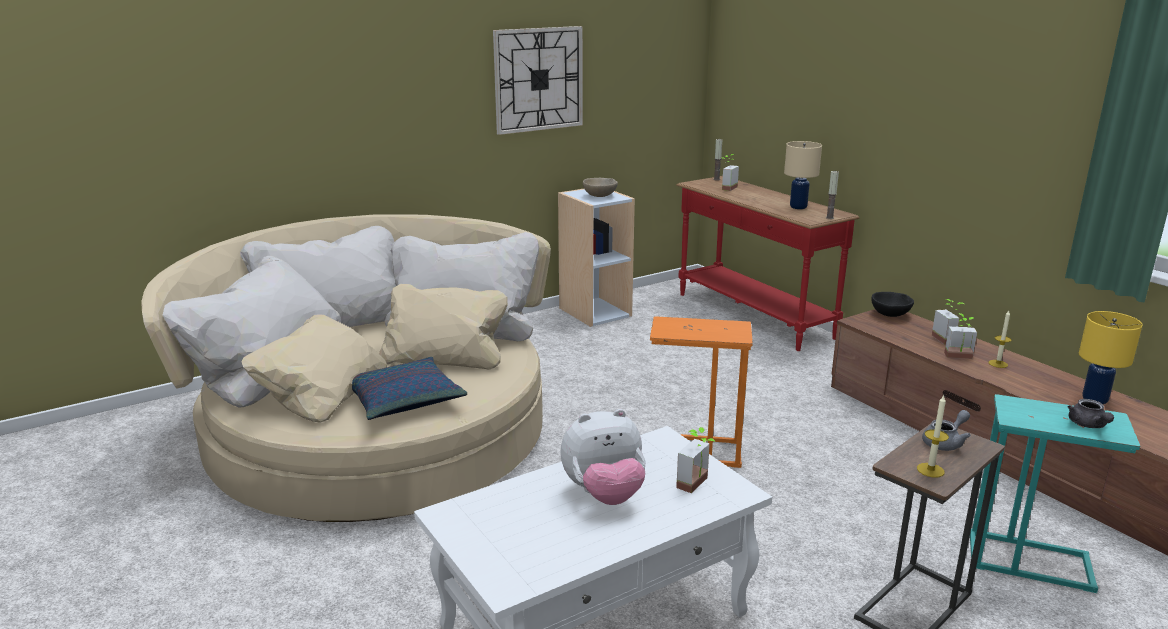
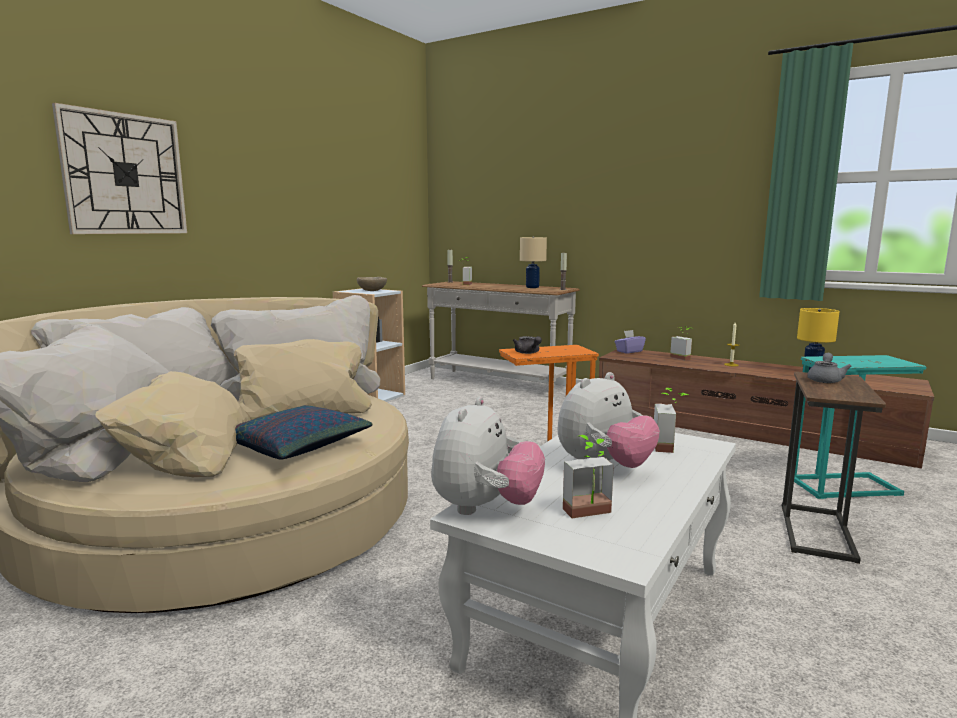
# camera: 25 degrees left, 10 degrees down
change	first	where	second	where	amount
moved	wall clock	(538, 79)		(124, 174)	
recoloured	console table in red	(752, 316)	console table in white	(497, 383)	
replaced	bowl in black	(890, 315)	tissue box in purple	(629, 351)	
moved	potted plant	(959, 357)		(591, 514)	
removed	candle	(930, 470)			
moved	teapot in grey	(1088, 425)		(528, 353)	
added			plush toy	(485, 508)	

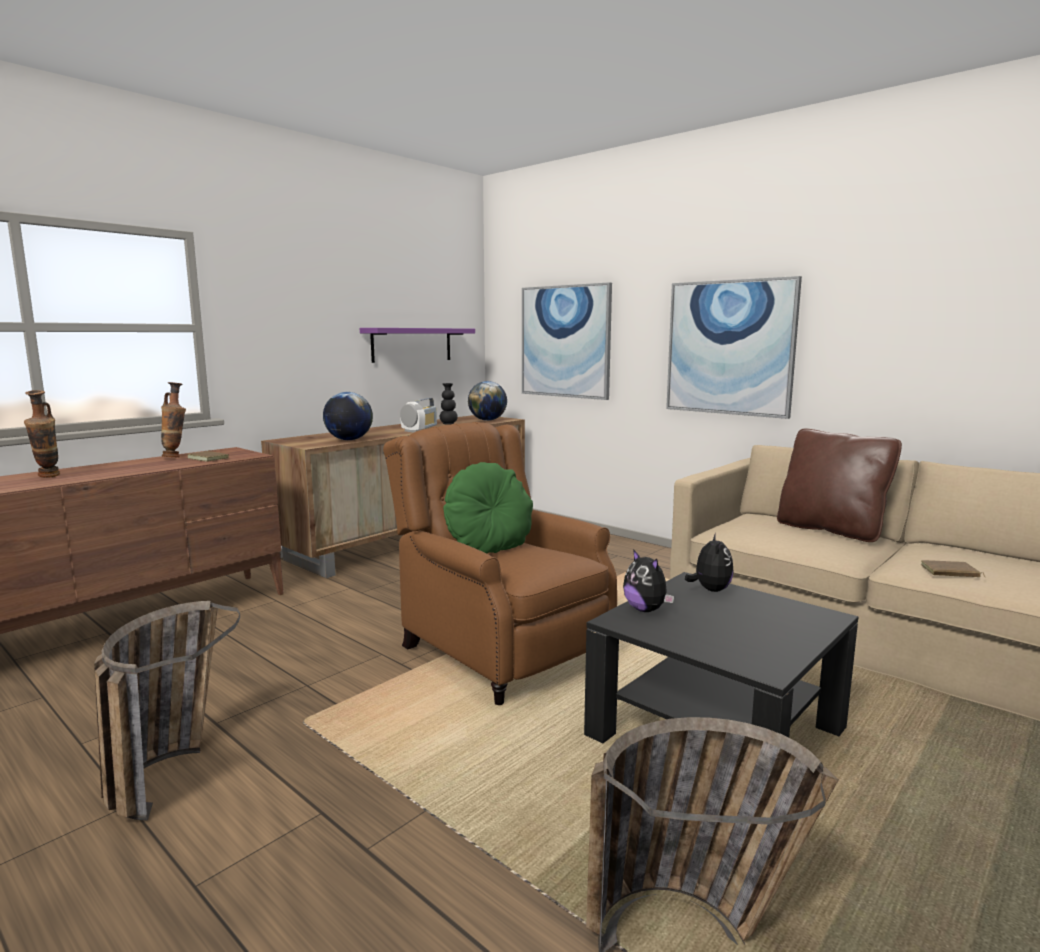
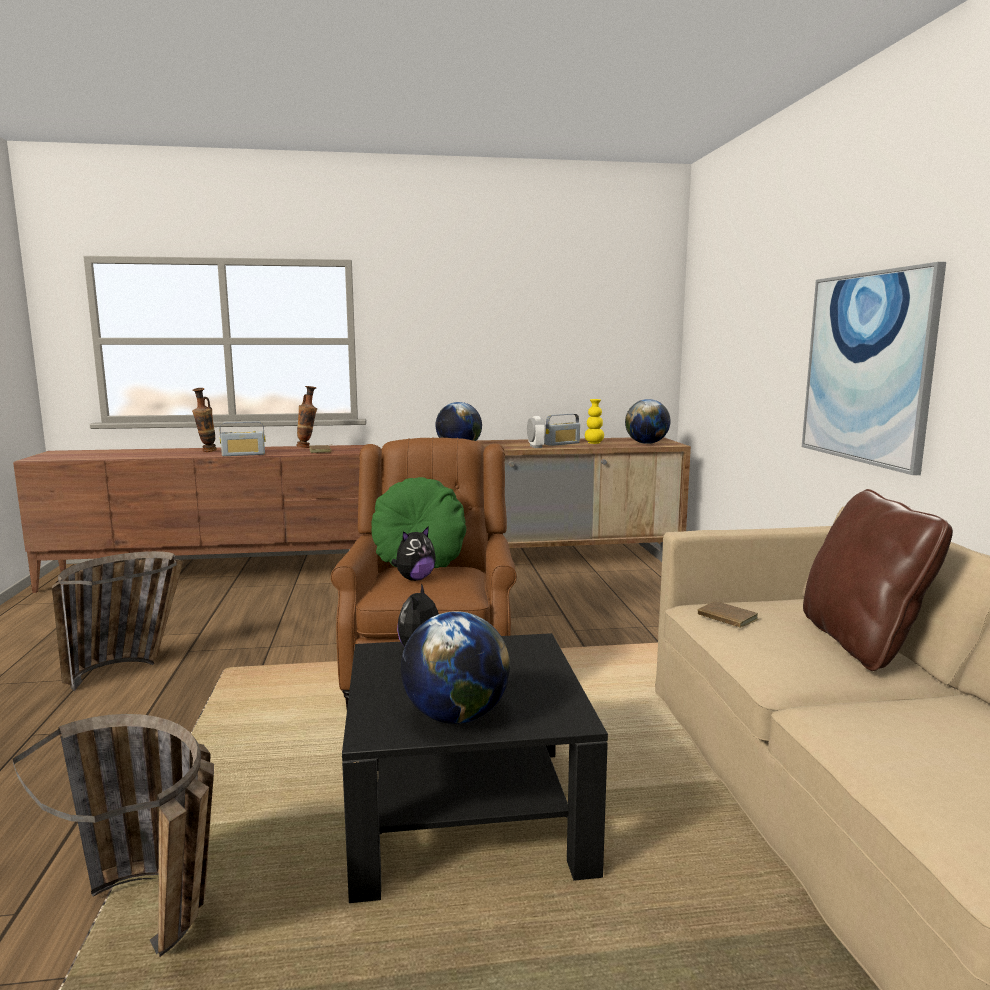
# camera: 40 degrees right, 0 degrees up
change	first	where	second	where	amount
removed	picture	(565, 341)			
removed	shelf in purple	(412, 344)			
recoloured	vase in black	(448, 424)	vase in yellow	(594, 443)	
moved	plush toy	(710, 590)		(414, 579)	
moved	book in brown	(950, 572)		(726, 618)	
added			radio	(243, 454)	
added			globe	(455, 716)	

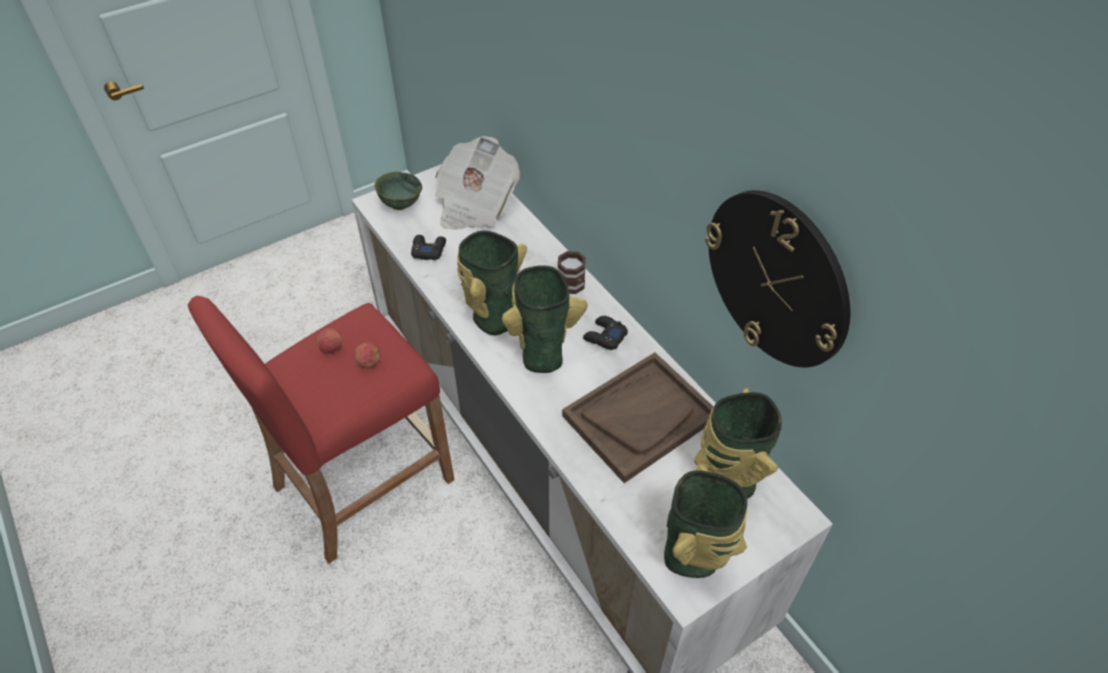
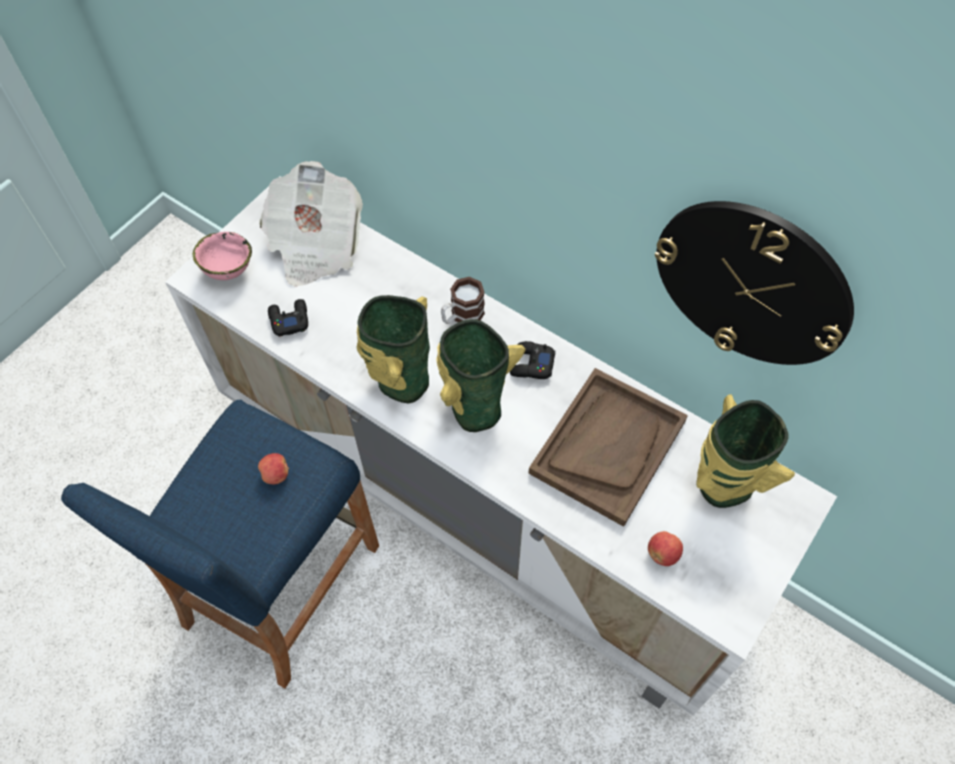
# camera: 20 degrees left, 10 degrees up
change	first	where	second	where	amount
recoloured	bowl in green	(400, 204)	bowl in pink	(227, 271)	
recoloured	stool in red	(363, 482)	stool in blue	(281, 584)	
moved	apple	(331, 348)		(662, 554)	
removed	vase	(695, 558)			

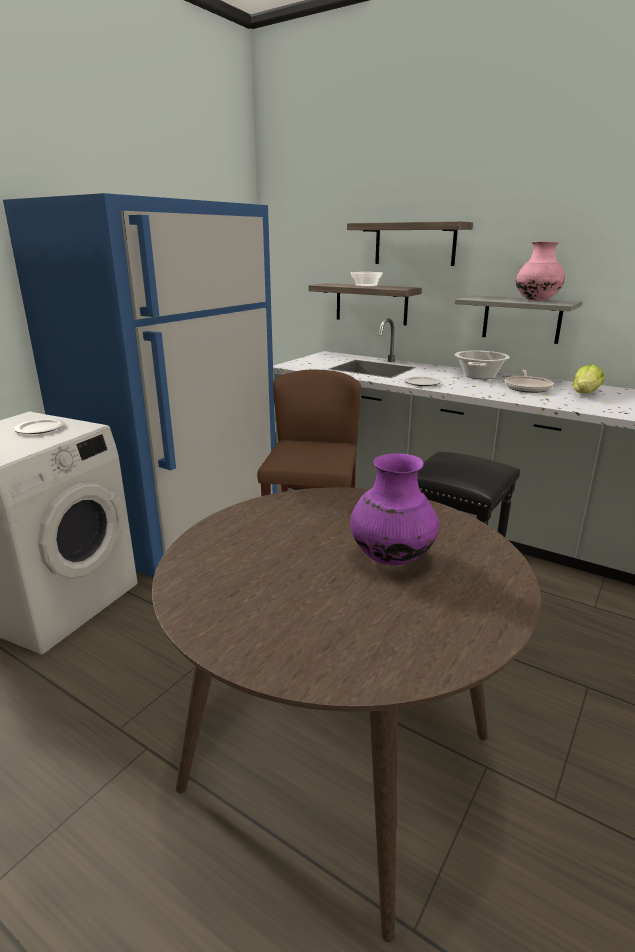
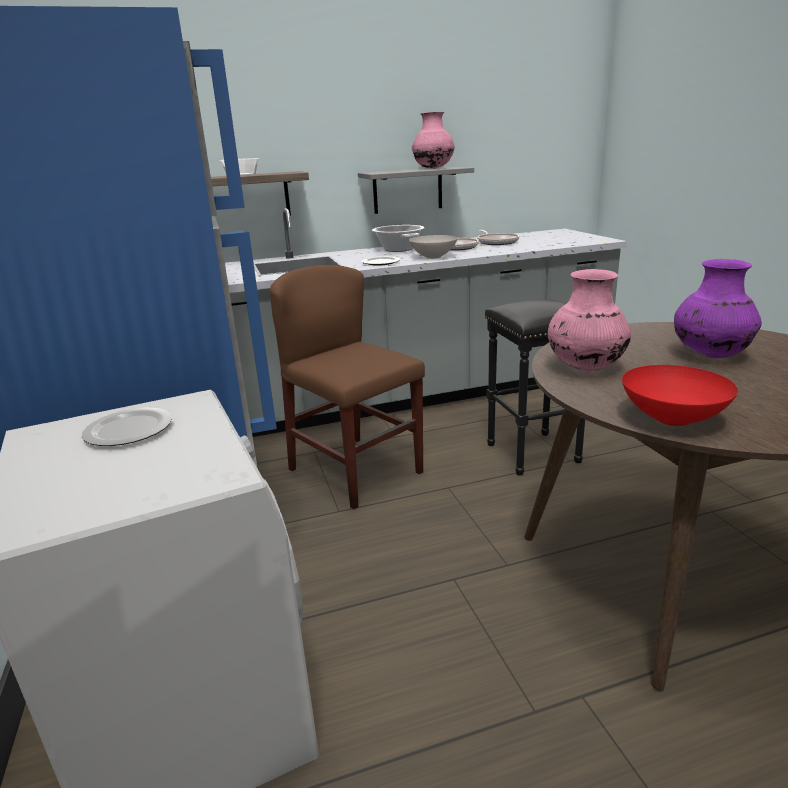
# camera: 50 degrees left, 0 degrees up
change	first	where	second	where	amount
removed	shelf	(414, 244)			
replaced	lettuce	(585, 394)	frying pan	(497, 242)	
added			bowl in white	(434, 257)	
added			vase in pink	(585, 367)	
added			bowl in red	(674, 419)	

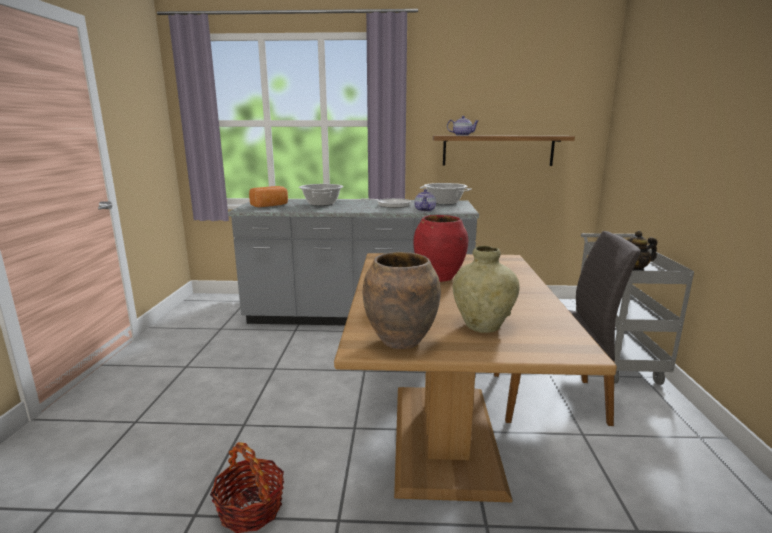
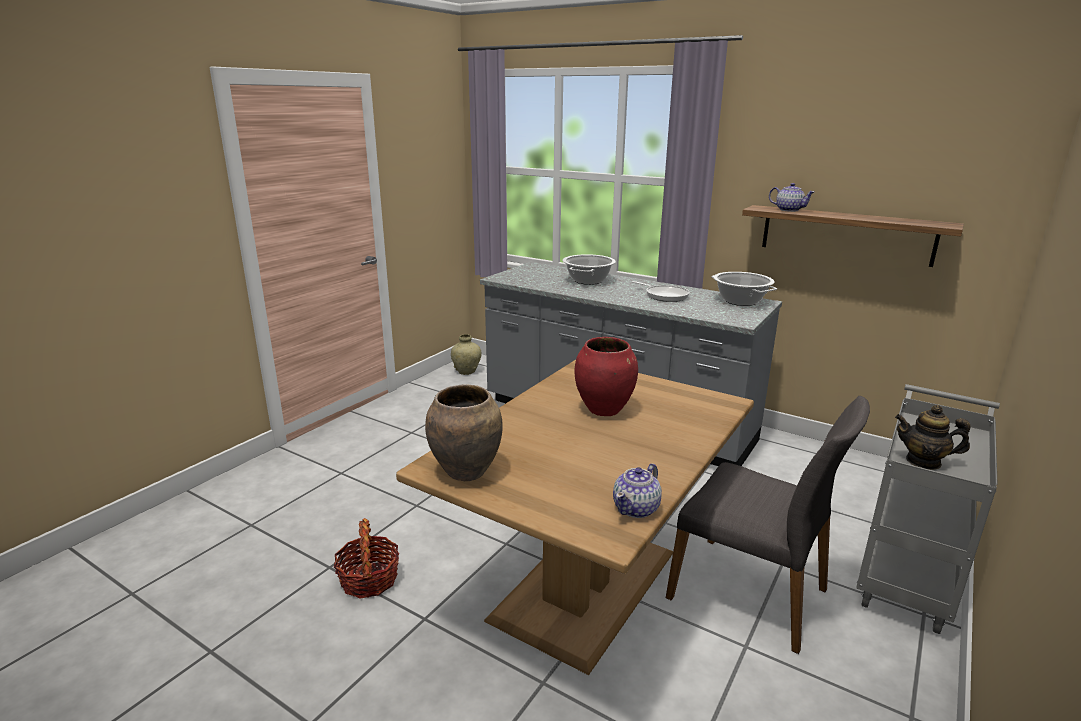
# camera: 30 degrees right, 5 degrees up
change	first	where	second	where	amount
removed	bread	(270, 205)			
moved	teapot	(425, 210)		(636, 508)	
moved	vase in beige	(482, 326)		(466, 372)	

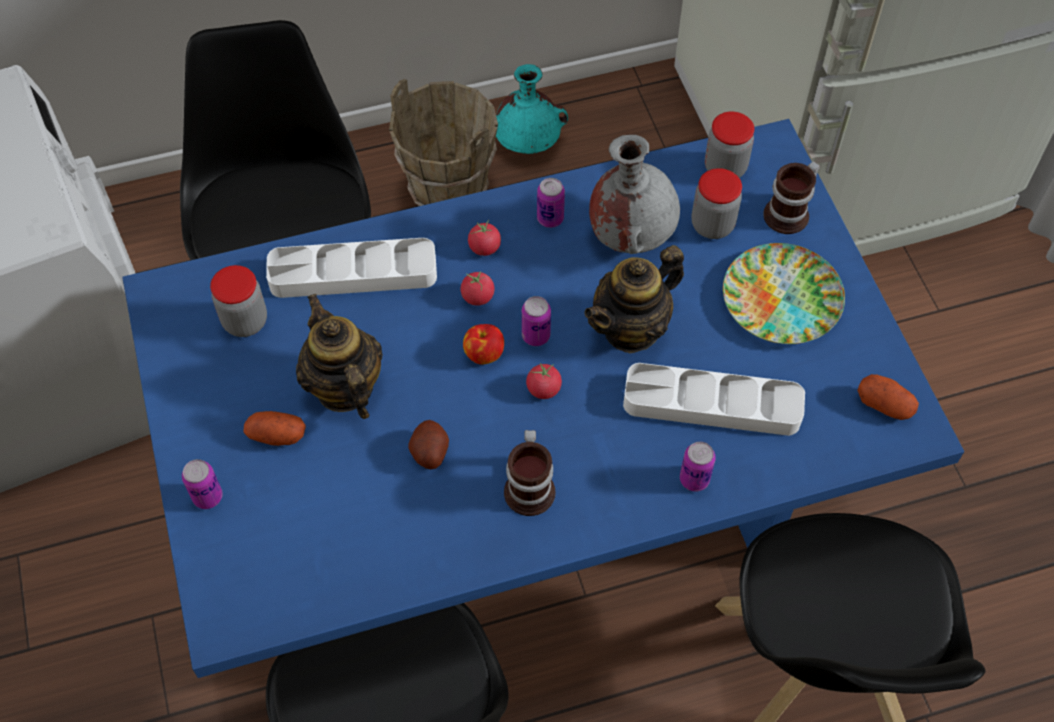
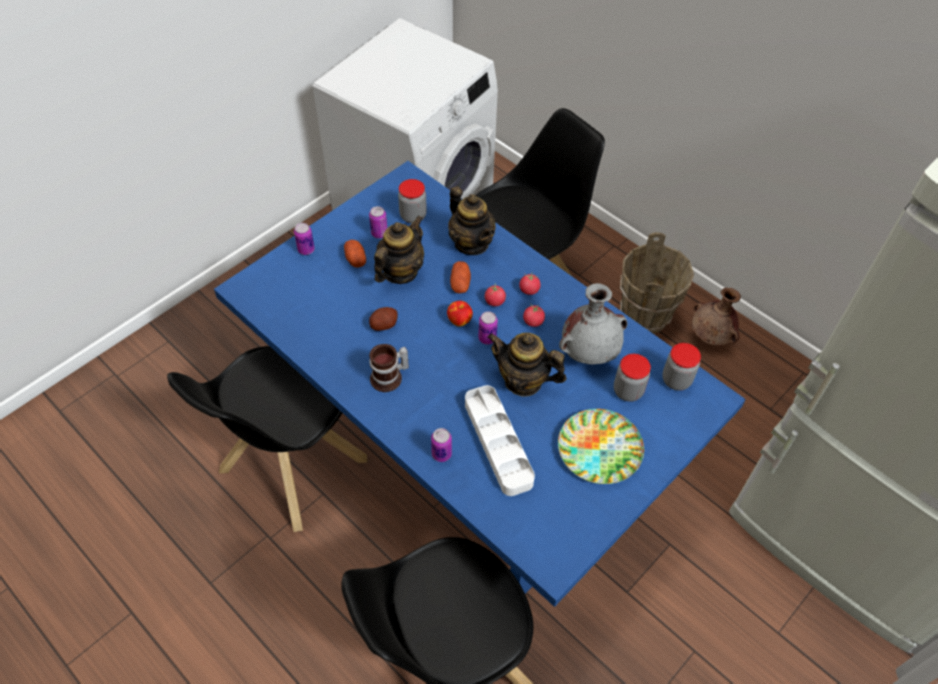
# camera: 60 degrees right, 5 degrees down
change	first	where	second	where	amount
recoloured	vase in turquoise	(528, 145)	vase in brown	(710, 337)	
removed	mug	(791, 214)			
moved	can	(550, 218)		(379, 233)	
replaced	tray in white	(353, 274)	teapot	(471, 243)	
moved	tomato	(543, 388)		(533, 321)	
moved	potato	(884, 404)		(460, 283)	

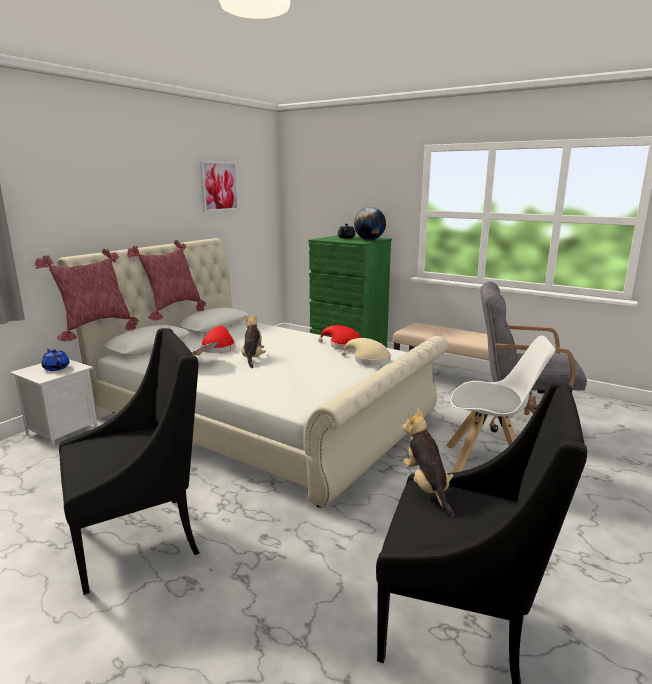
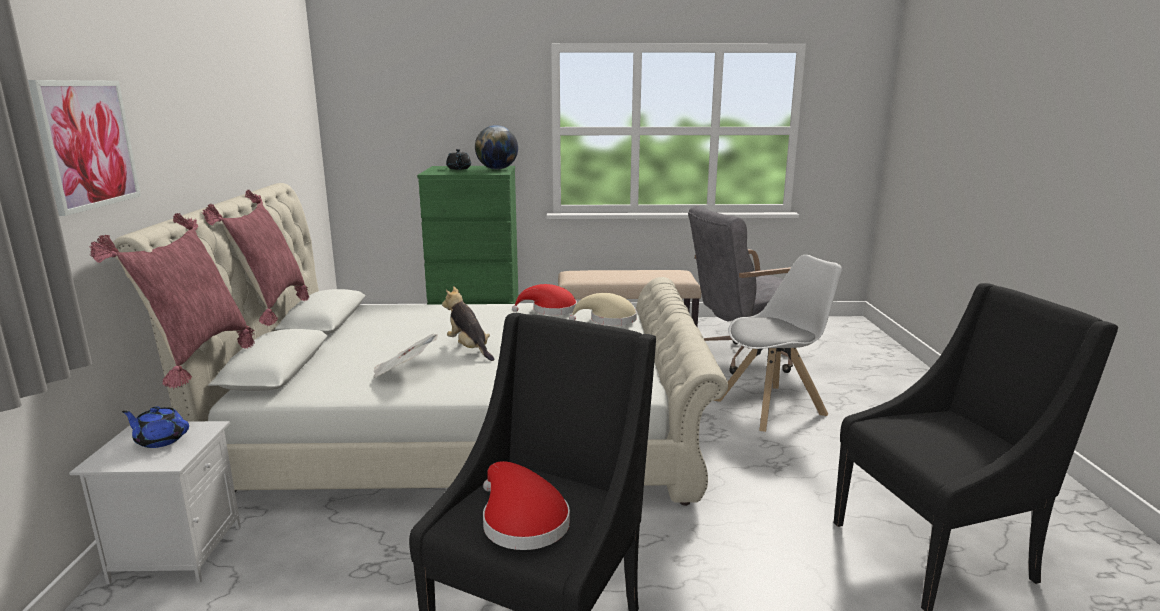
# camera: 35 degrees left, 0 degrees up
change	first	where	second	where	amount
moved	picture	(219, 186)		(87, 144)	
moved	hat in red	(218, 348)		(521, 522)	
removed	plush toy	(427, 487)			

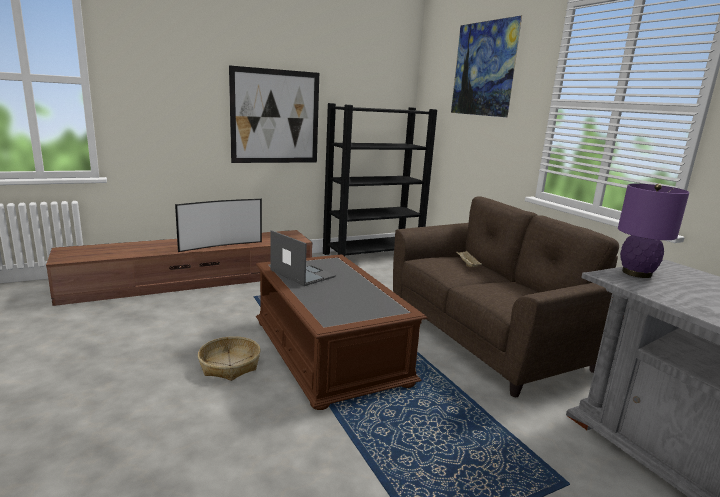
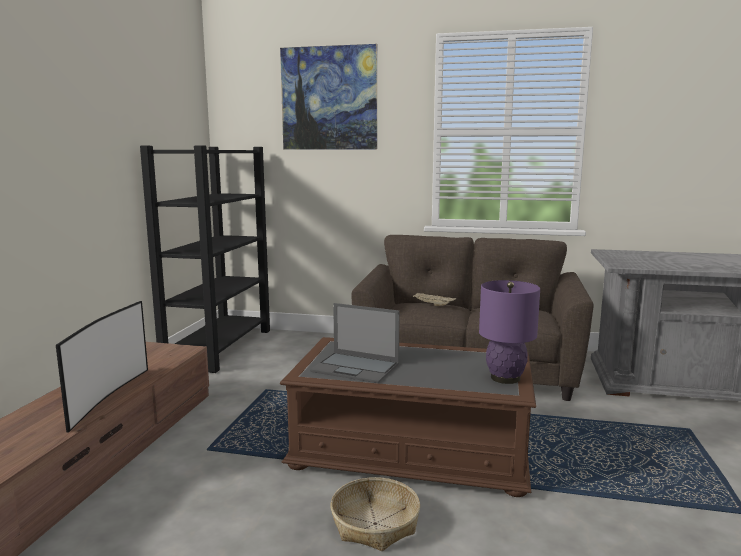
# camera: 50 degrees left, 5 degrees down
change	first	where	second	where	amount
removed	picture	(275, 117)			
moved	table lamp in purple	(636, 273)		(505, 378)	
turned	laptop	(301, 273)		(356, 368)	150 degrees counterclockwise

